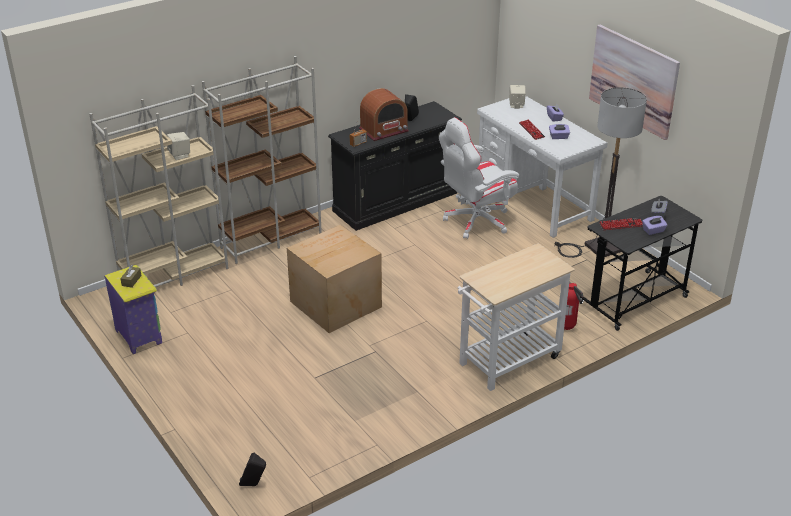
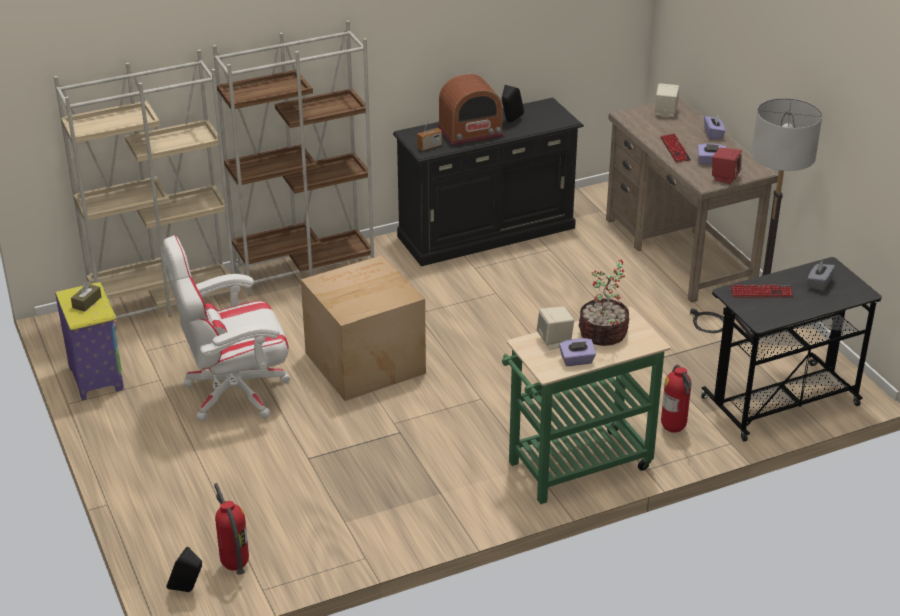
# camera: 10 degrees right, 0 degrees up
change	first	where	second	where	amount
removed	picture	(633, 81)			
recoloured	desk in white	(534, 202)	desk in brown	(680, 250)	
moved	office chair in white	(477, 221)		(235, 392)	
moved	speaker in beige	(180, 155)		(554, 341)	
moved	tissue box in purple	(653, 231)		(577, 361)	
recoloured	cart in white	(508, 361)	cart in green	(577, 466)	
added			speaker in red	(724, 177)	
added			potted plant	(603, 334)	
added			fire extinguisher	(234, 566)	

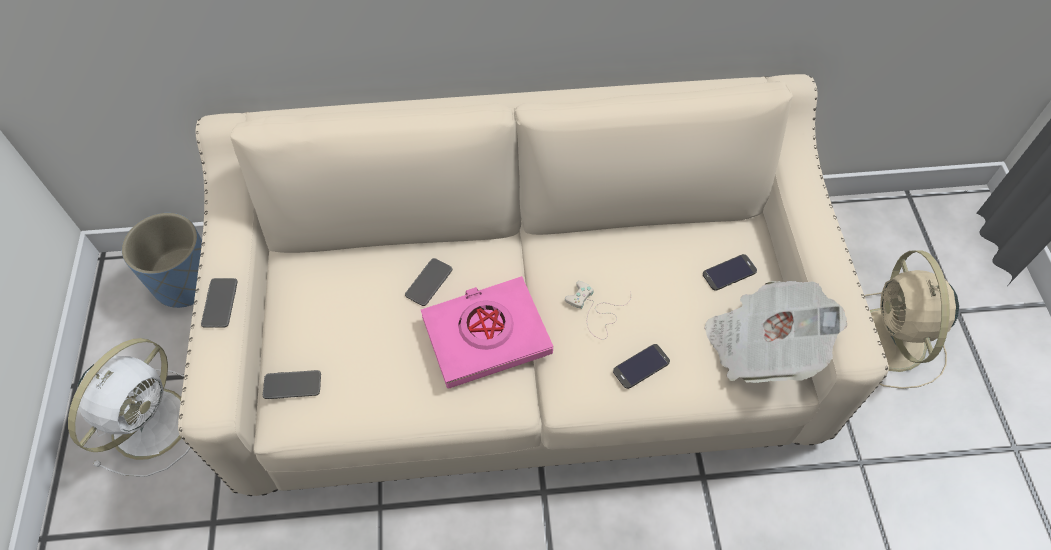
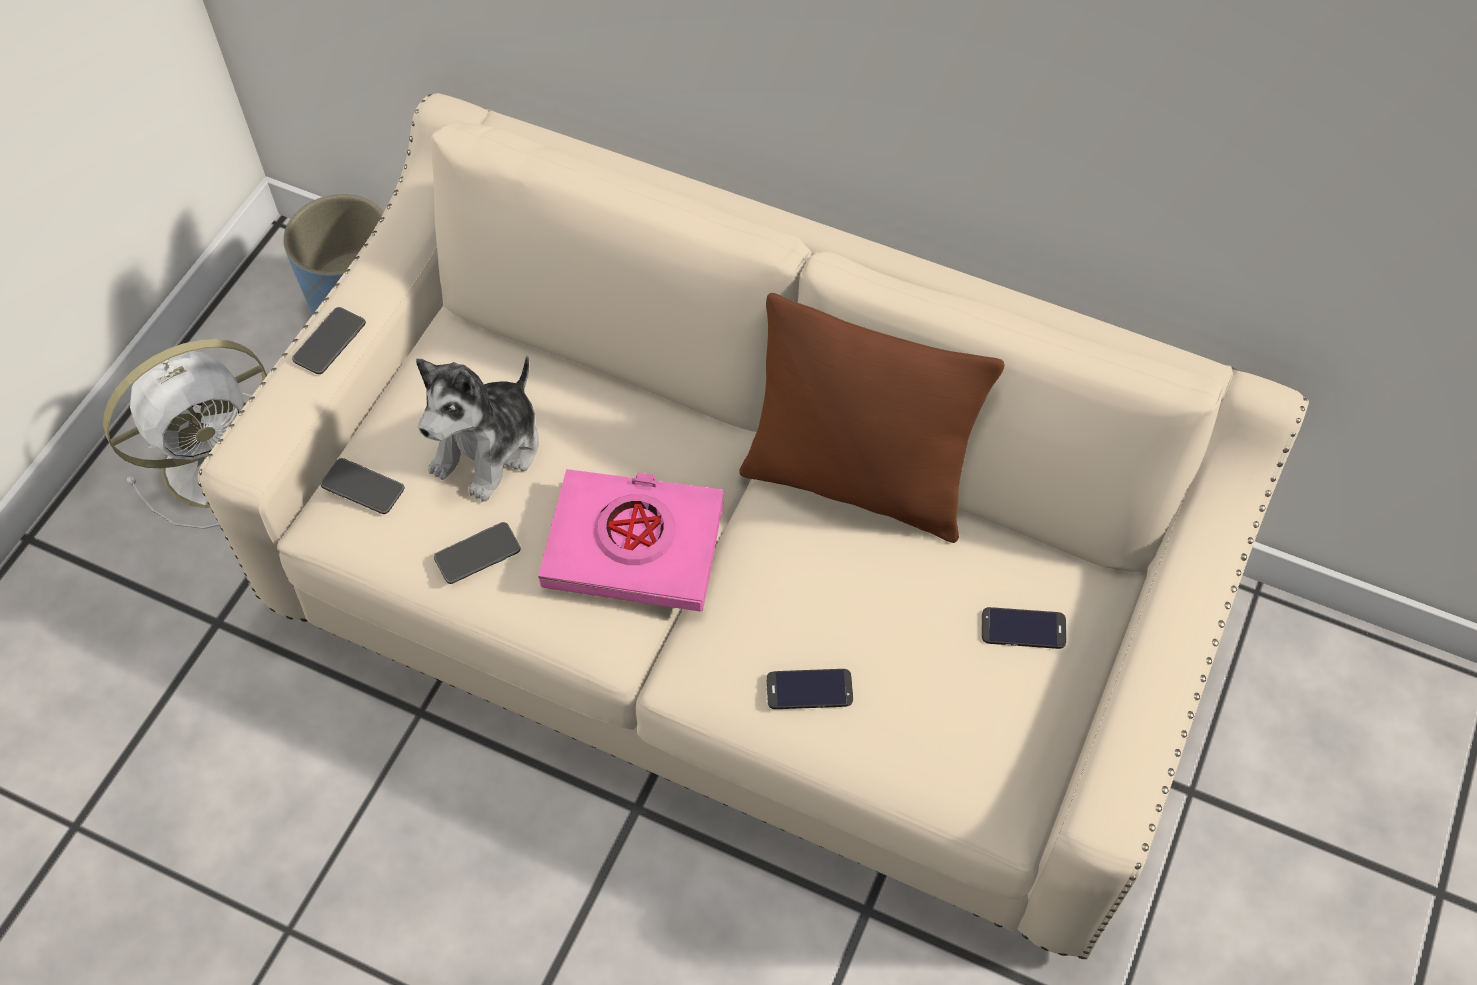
# camera: 30 degrees right, 0 degrees up
change	first	where	second	where	amount
removed	fan in beige	(890, 342)			
moved	phone	(429, 282)		(477, 554)	
removed	game controller in white	(596, 311)			
removed	newspaper	(763, 345)			
added			pillow in brown	(856, 483)	
added			plush toy	(489, 448)	

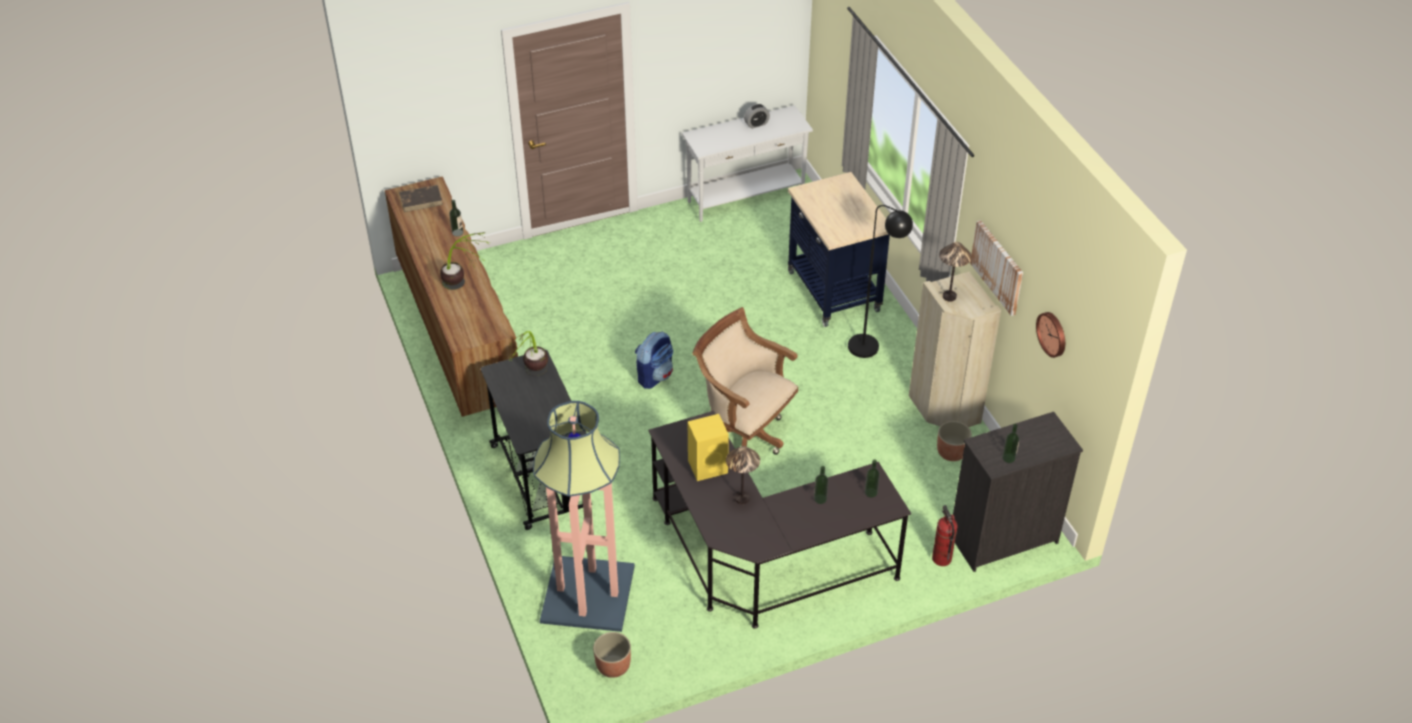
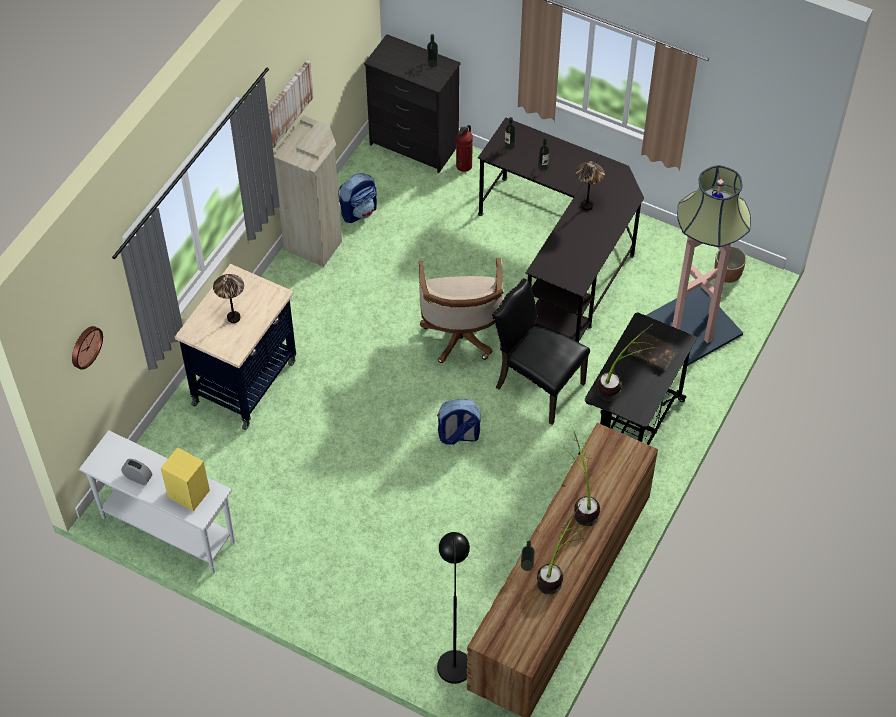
# camera: 130 degrees left, 10 degrees up
change	first	where	second	where	amount
moved	book in brown	(421, 200)		(651, 353)	
moved	floor lamp in black	(871, 351)		(453, 657)	
moved	table lamp	(949, 296)		(233, 318)	
moved	wall clock	(1053, 334)		(85, 346)	
moved	speaker in yellow	(708, 466)		(188, 493)	
replaced	planter	(951, 452)	backpack	(359, 211)	
added			chair in black	(537, 385)	
added			potted plant	(558, 572)	

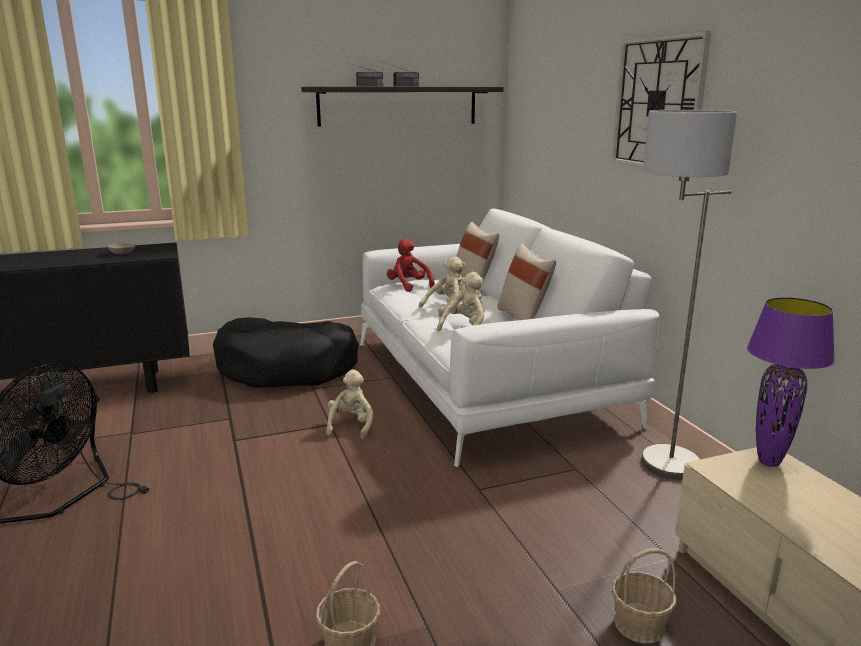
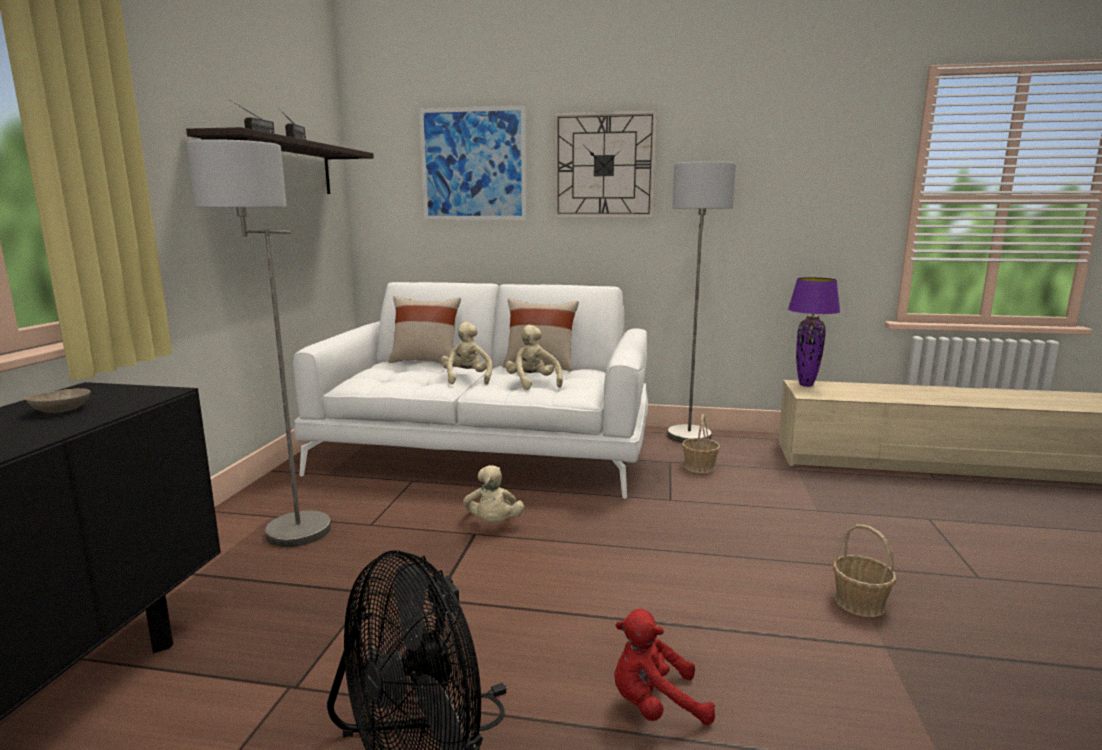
# camera: 60 degrees left, 5 degrees down
change	first	where	second	where	amount
moved	plush toy in red	(408, 286)		(655, 705)	
replaced	dog bed in black	(287, 368)	floor lamp in grey	(284, 528)	
turned	plush toy in beige	(351, 426)		(493, 524)	135 degrees counterclockwise
moved	basket	(639, 624)		(699, 467)	
added			picture	(473, 164)	

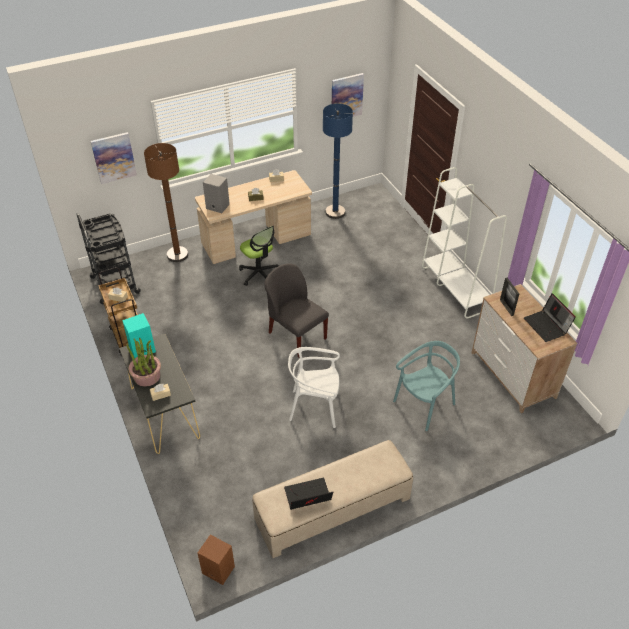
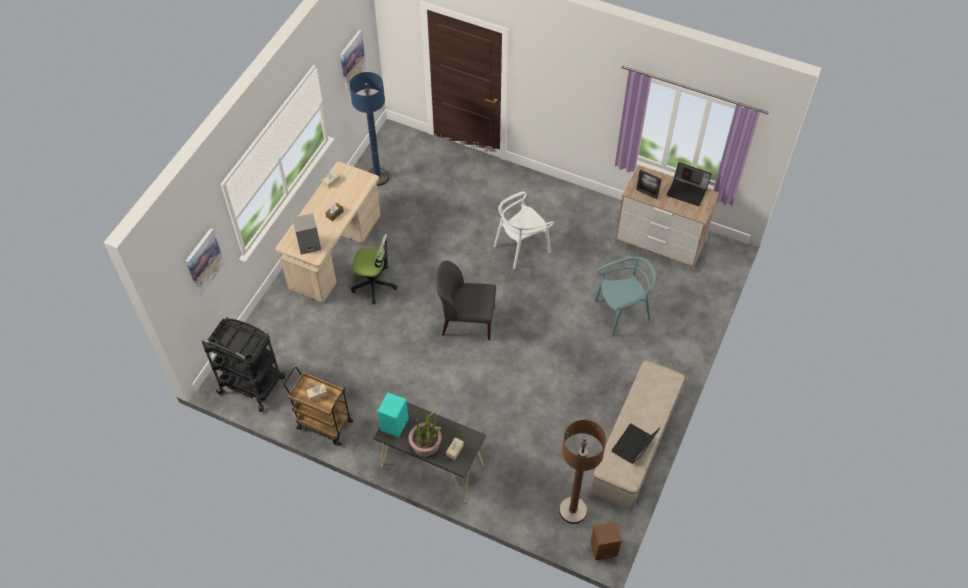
# camera: 40 degrees left, 10 degrees up
change	first	where	second	where	amount
moved	floor lamp in brown	(177, 255)		(572, 510)	
removed	clothes rack in white	(455, 289)			
turned	chair in turquoise	(425, 405)		(622, 312)	60 degrees clockwise
moved	chair in white	(315, 407)		(521, 247)	

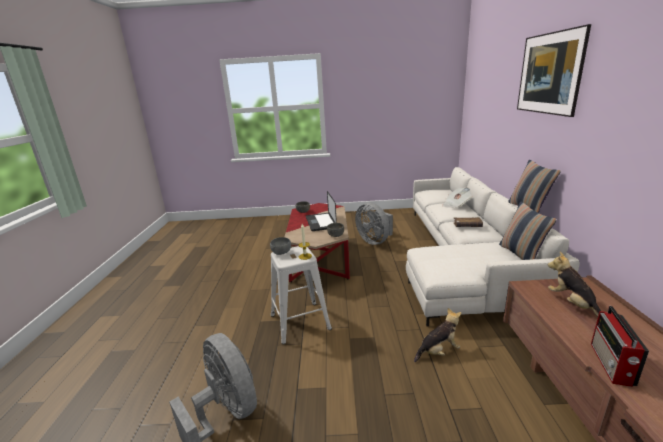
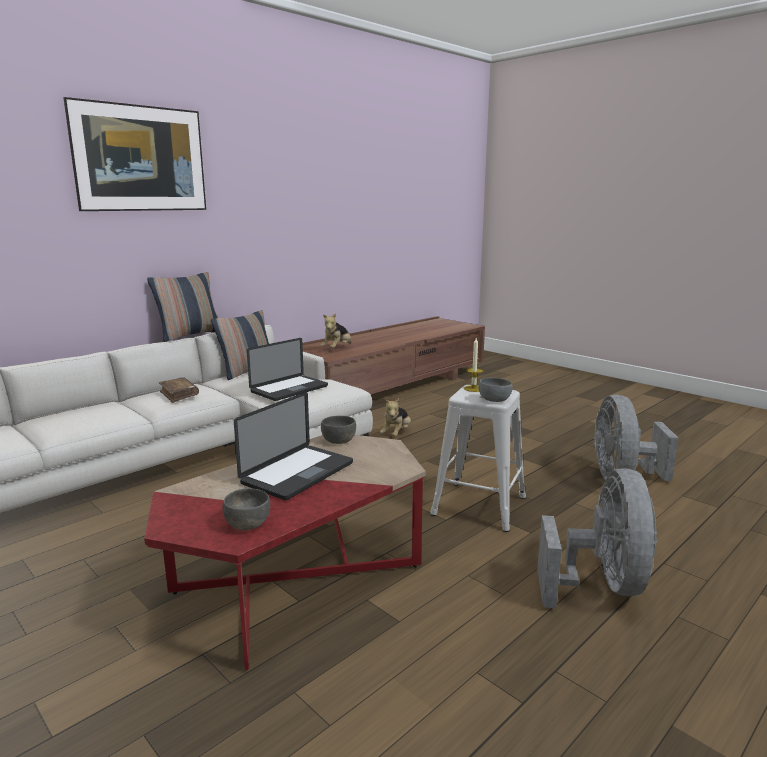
# camera: 135 degrees left, 5 degrees down
change	first	where	second	where	amount
removed	newspaper	(456, 205)			
moved	fan in grey	(375, 241)		(601, 585)	
removed	radio	(611, 365)			
turned	plush toy	(438, 351)		(396, 434)	90 degrees counterclockwise
added			laptop	(289, 389)	

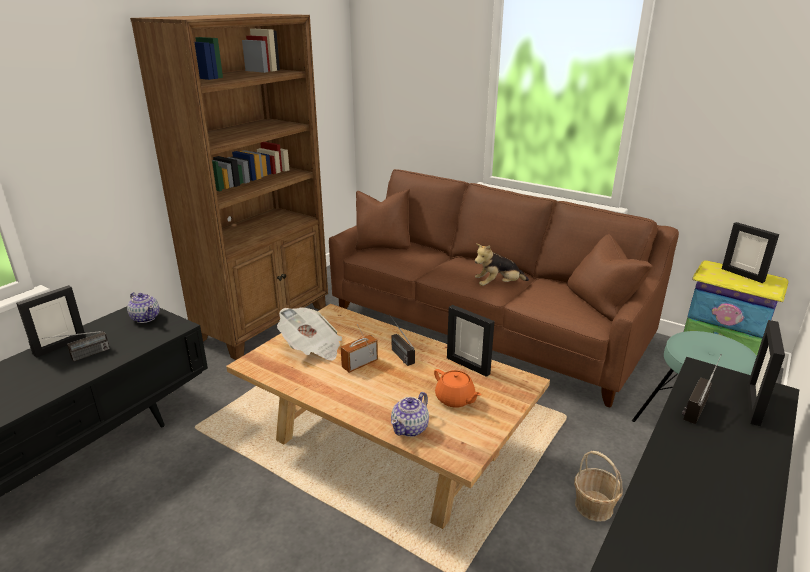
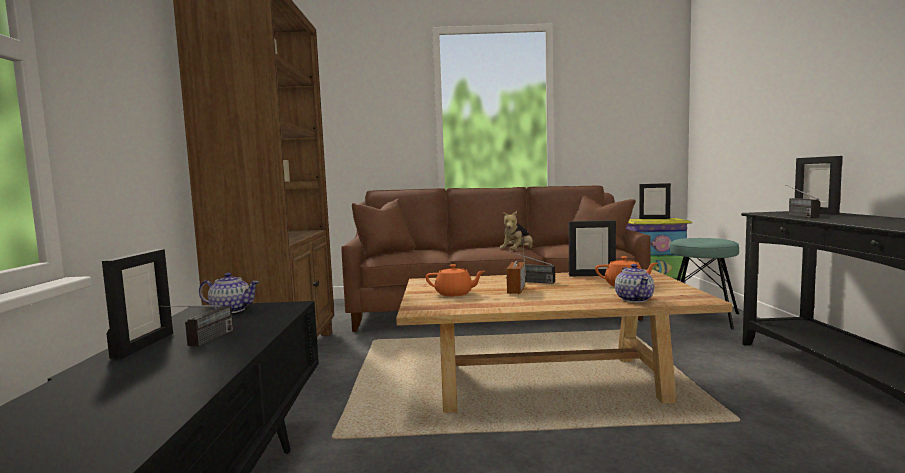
# camera: 35 degrees left, 20 degrees down
change	first	where	second	where	amount
replaced	newspaper	(312, 348)	teapot in orange	(454, 294)	
removed	basket	(594, 507)			

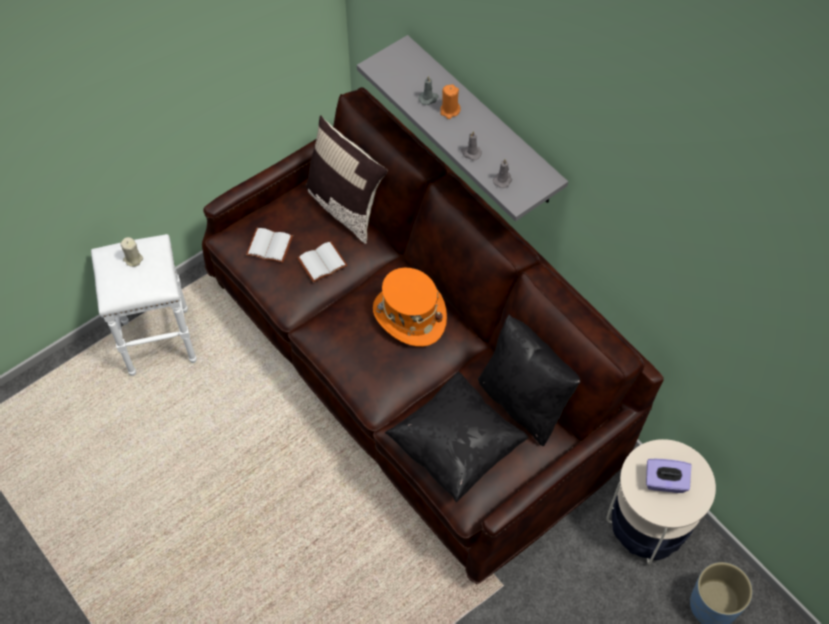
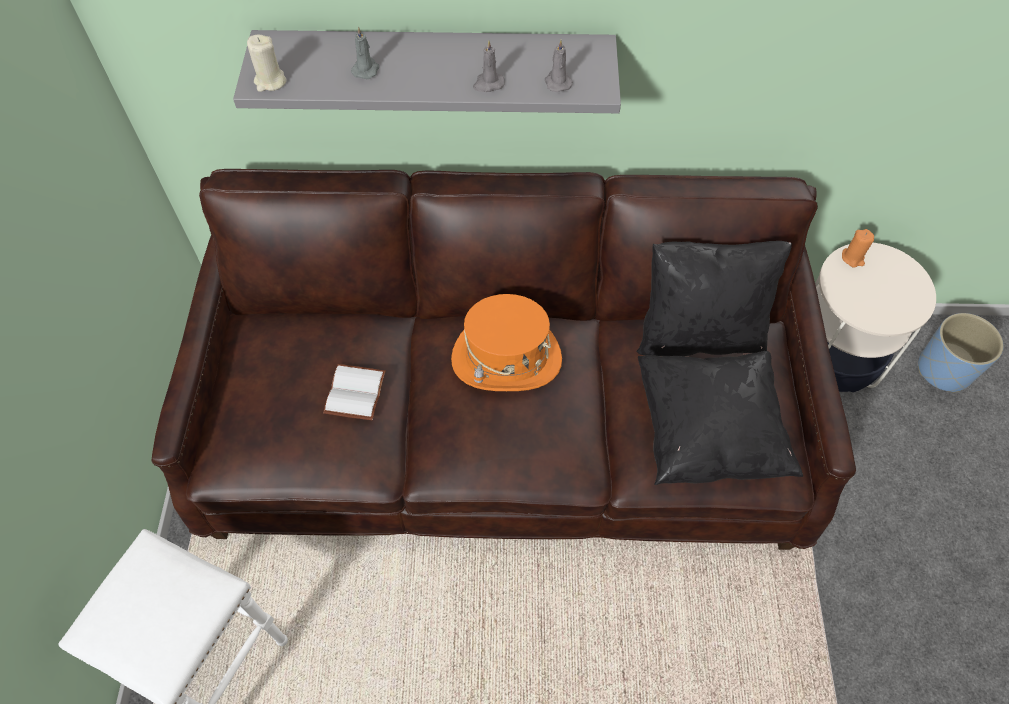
# camera: 50 degrees left, 0 degrees up
change	first	where	second	where	amount
moved	candle in orange	(449, 111)		(853, 258)	
removed	pillow	(345, 207)			
removed	book in white	(270, 245)			
moved	candle in beige	(133, 259)		(270, 82)	
removed	tissue box in purple	(665, 482)			

